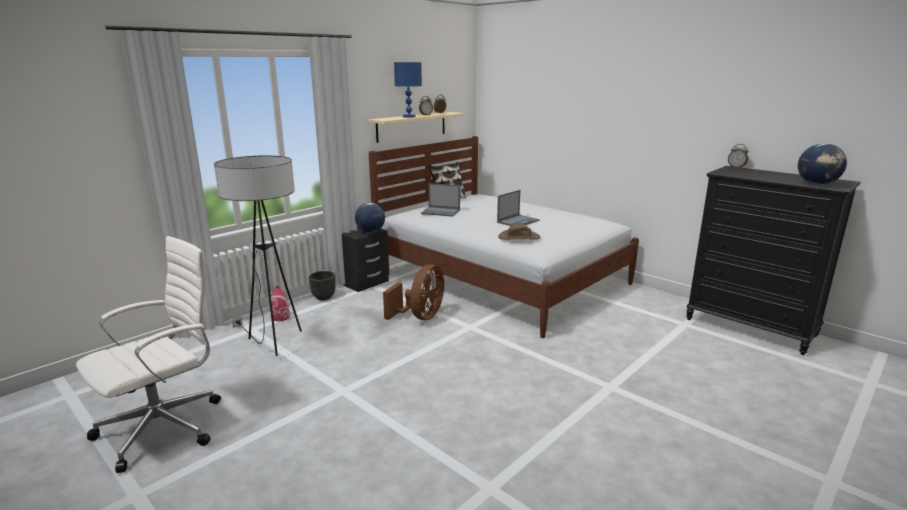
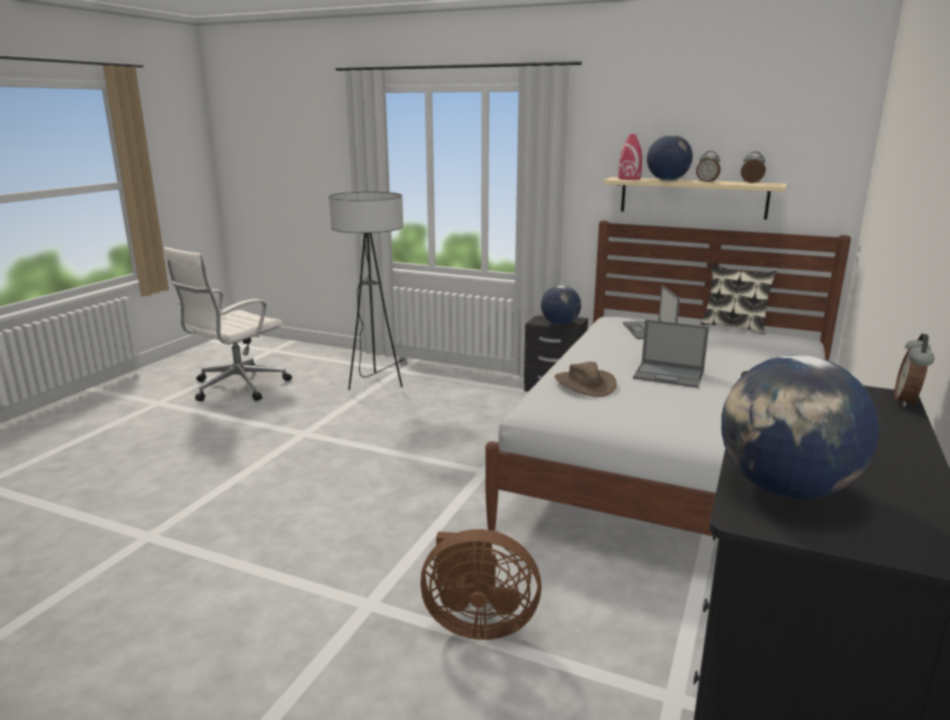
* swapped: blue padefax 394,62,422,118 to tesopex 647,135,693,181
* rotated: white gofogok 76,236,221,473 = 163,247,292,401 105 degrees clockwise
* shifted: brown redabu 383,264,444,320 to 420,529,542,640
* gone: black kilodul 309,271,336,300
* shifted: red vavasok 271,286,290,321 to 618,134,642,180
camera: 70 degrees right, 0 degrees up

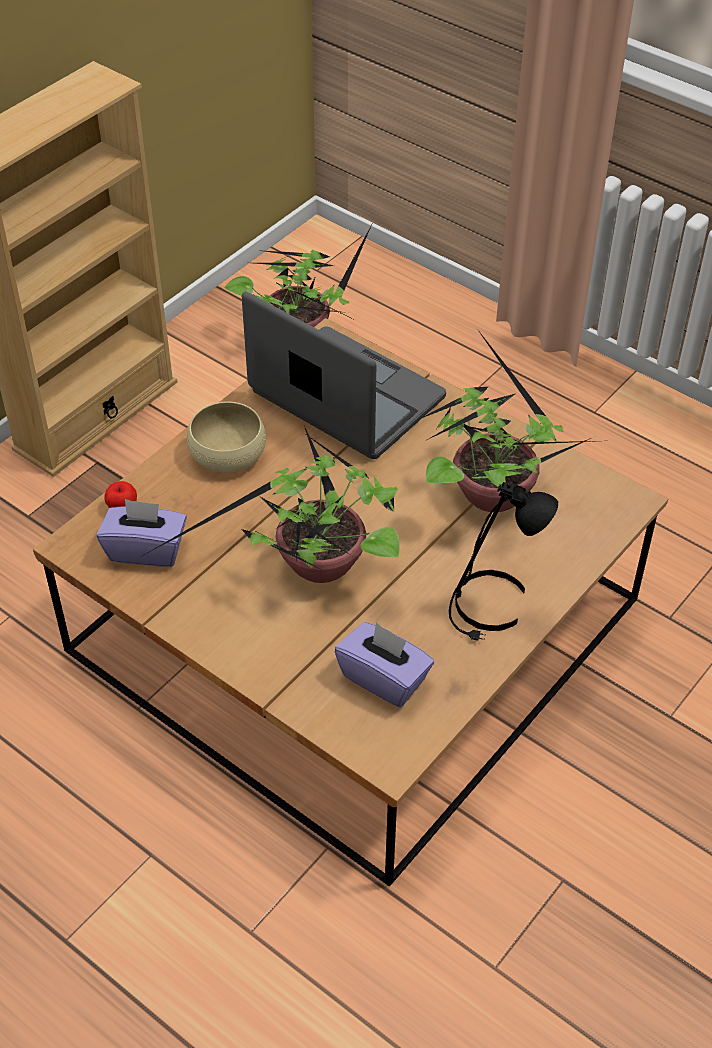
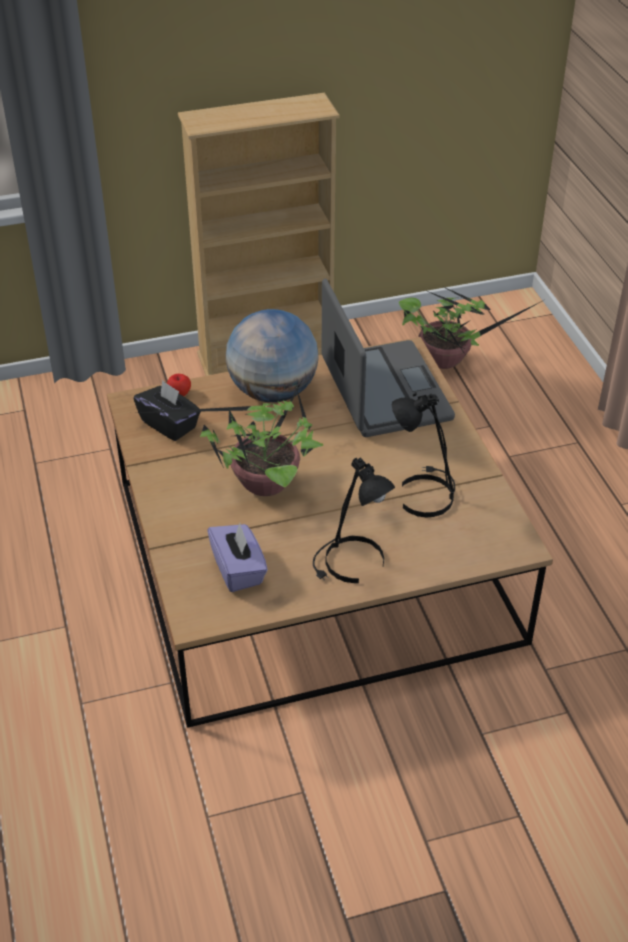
* swapped: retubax 418,329,593,512 to black padefax 392,392,455,518
* swapped: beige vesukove 187,402,266,473 to tesopex 226,309,319,402
* repainted: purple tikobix 97,499,187,567 to black tikobix 134,380,201,441
camera: 35 degrees right, 5 degrees down

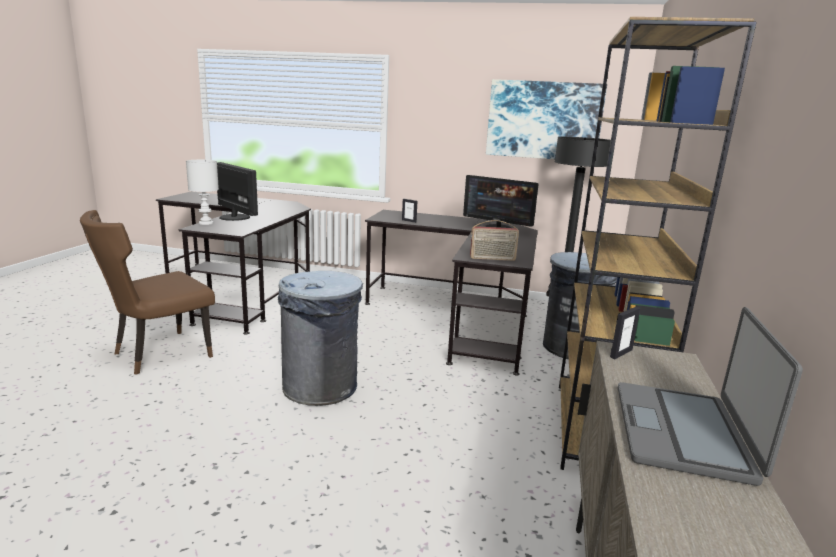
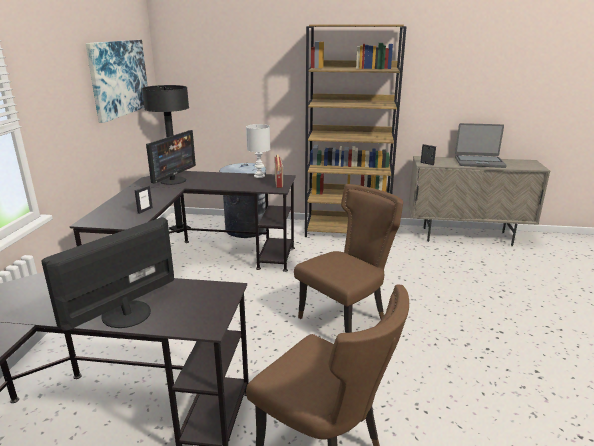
* shifted: white padefax 186,160,219,225 to 246,124,270,178
* swapped: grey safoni 278,271,363,406 to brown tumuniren 294,184,403,333
camera: 95 degrees left, 5 degrees up

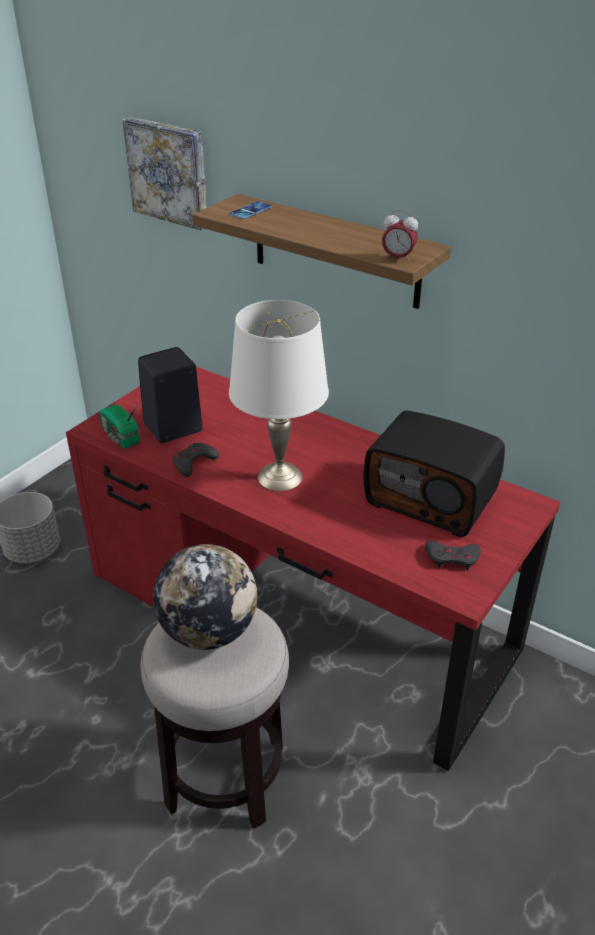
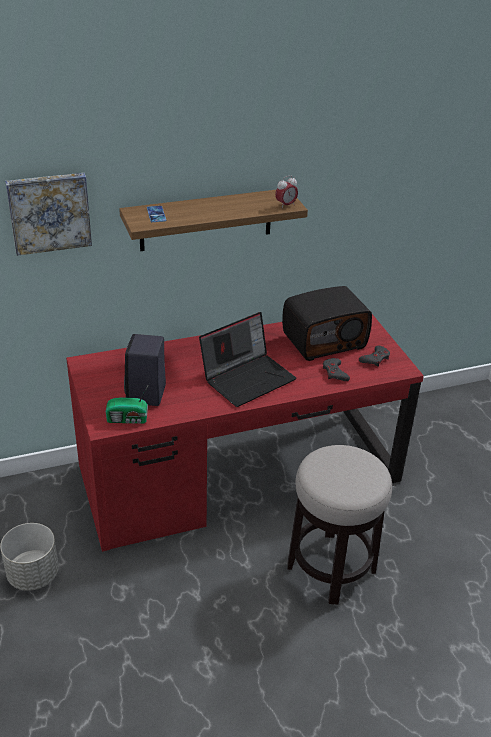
* swapped: white padefax 229,300,329,491 to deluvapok 199,312,296,407
* shifted: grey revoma 172,443,219,477 to 323,358,350,381
* gone: tesopex 153,544,257,650
camera: 55 degrees left, 0 degrees up

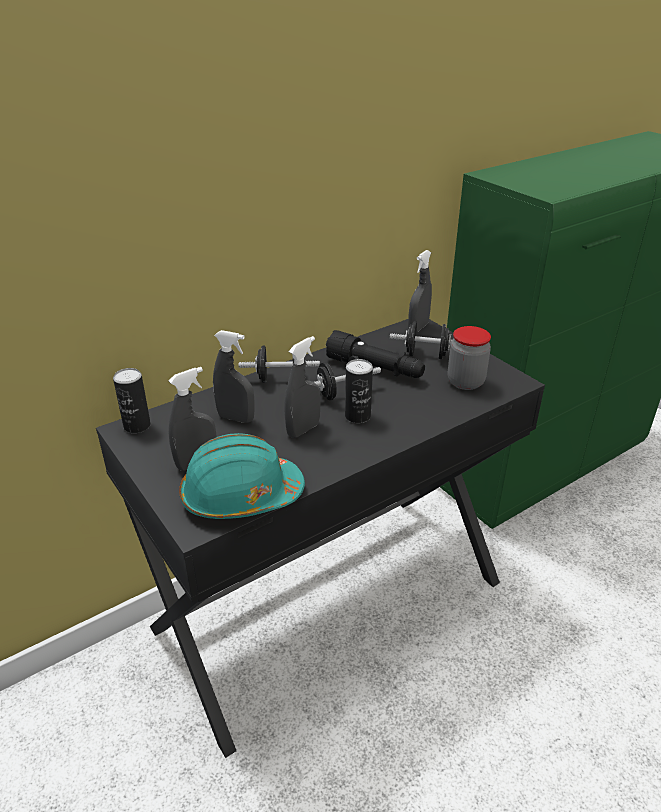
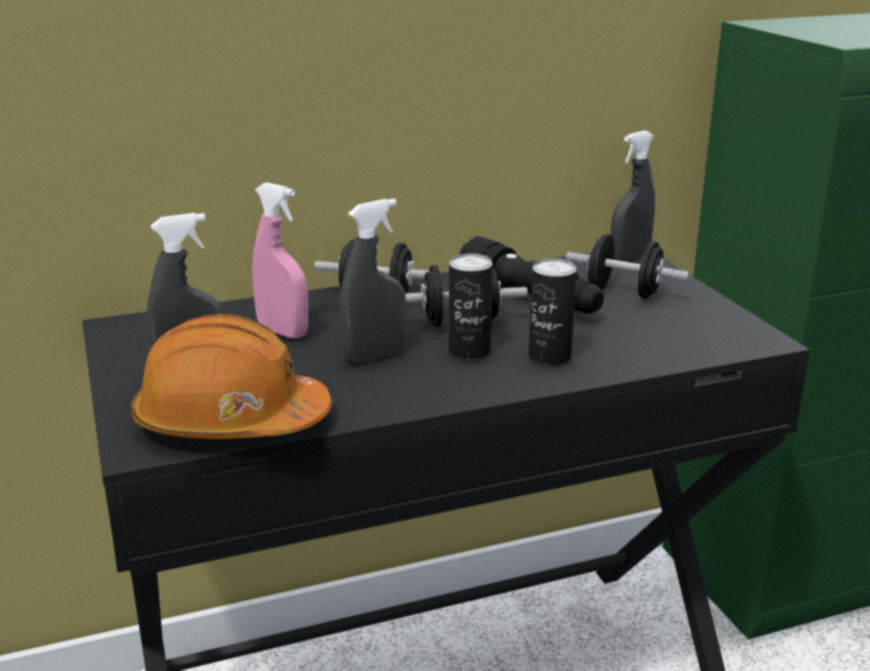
* gone: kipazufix 448,326,491,390
* repainted: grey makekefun 213,330,254,423 to pink makekefun 252,182,308,338
* shifted: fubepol 113,368,151,433 to 529,258,577,366
* repainted: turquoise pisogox 179,433,305,519 to orange pisogox 131,314,332,439
camera: 15 degrees right, 10 degrees down

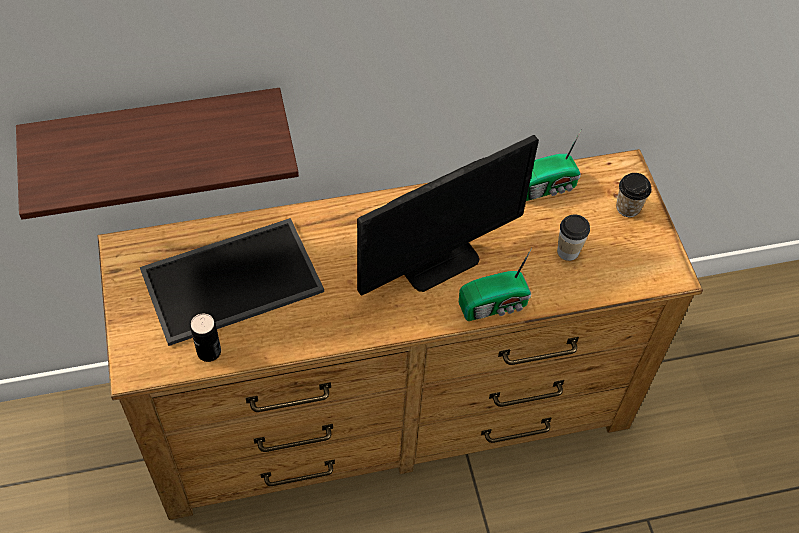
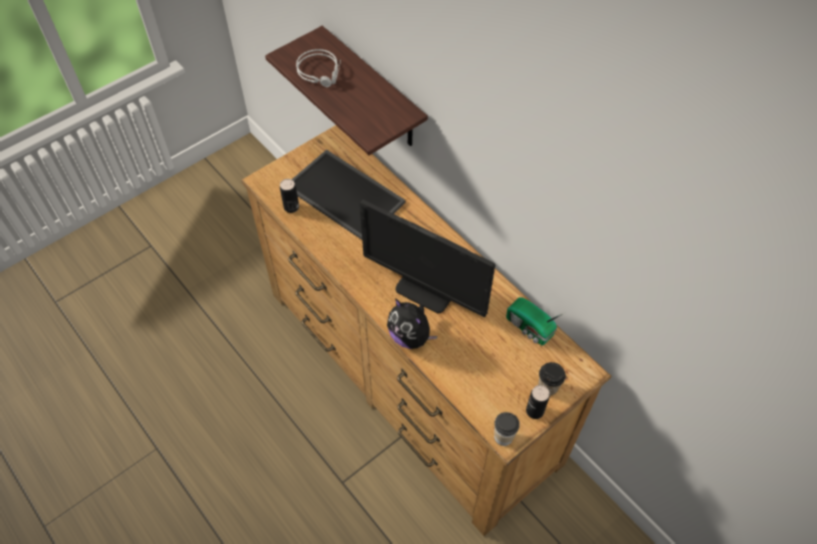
* shifted: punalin 557,215,590,261 to 494,412,520,446
* swapped: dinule 459,248,532,321 to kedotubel 387,299,438,349
* new: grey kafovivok 296,49,341,87
* new: fubepol 526,385,550,419
camera: 65 degrees right, 0 degrees up

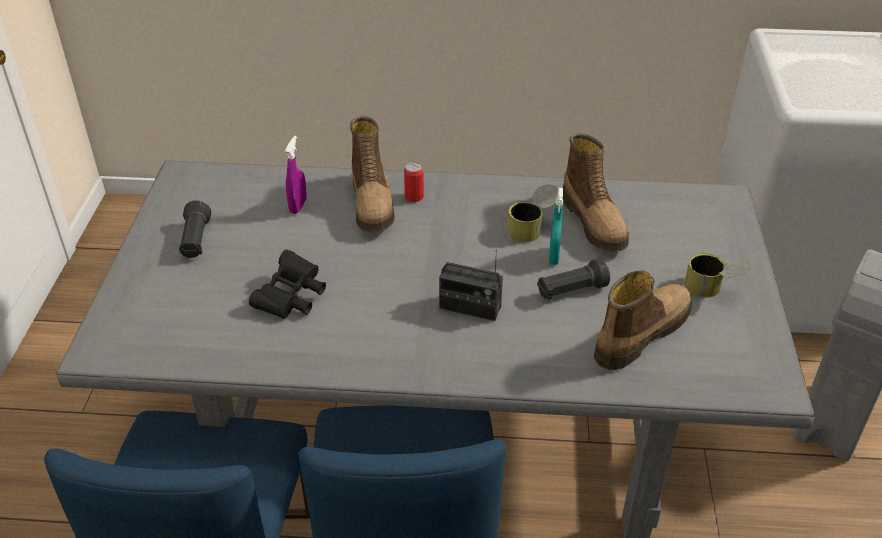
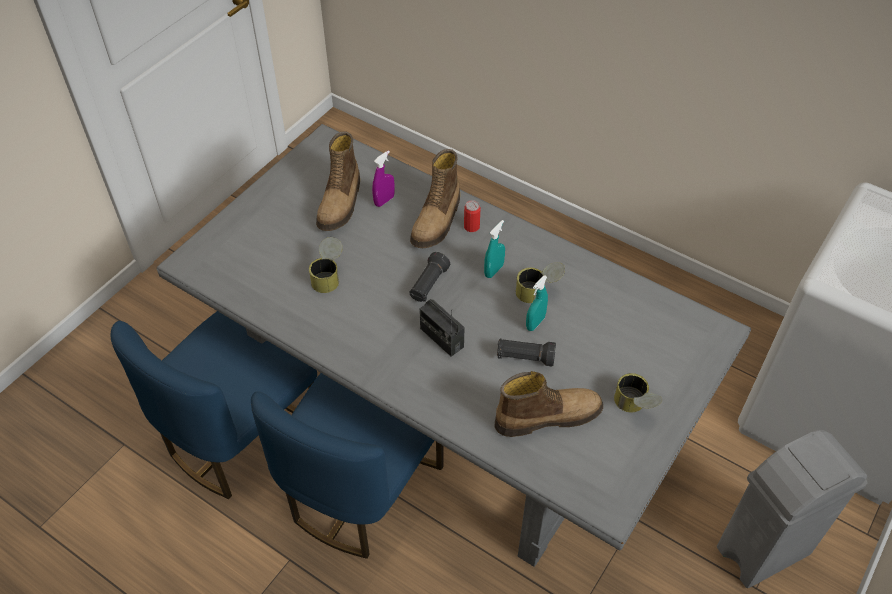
* shifted: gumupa 563,133,629,252 to 316,131,360,231
* shifted: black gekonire 179,200,211,258 to 409,252,450,302
* swapped: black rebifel 249,250,326,319 to fubepol 309,237,342,293
* new: turquoise makekefun 484,220,505,278
camera: 30 degrees right, 10 degrees up

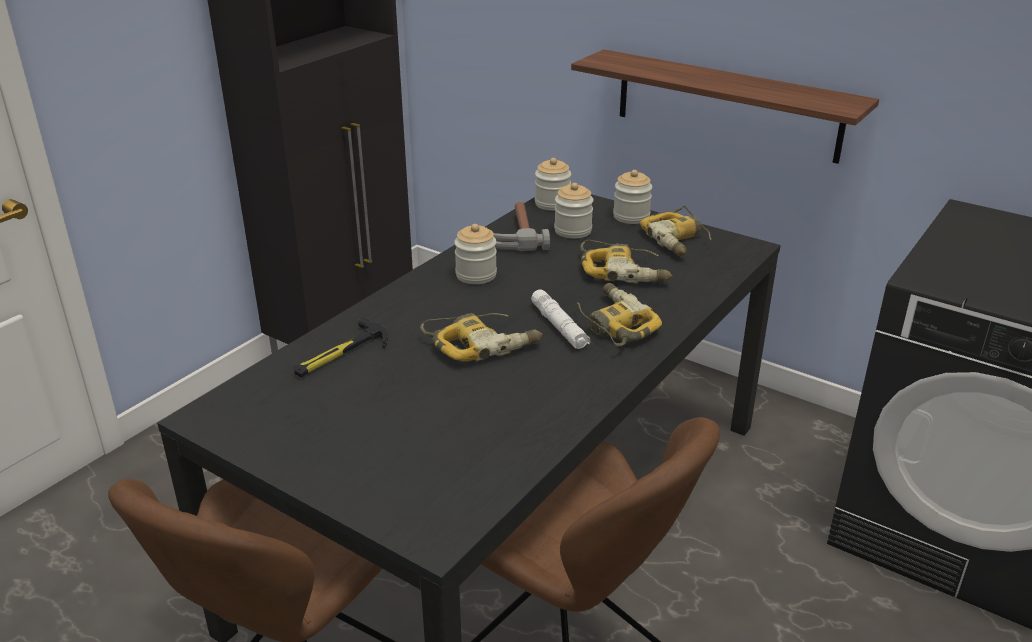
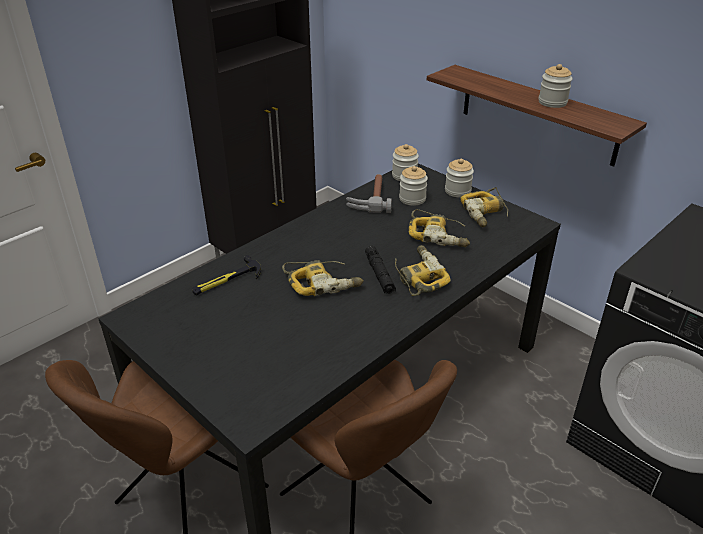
* shifted: kipazufix 454,224,497,284 to 539,64,573,108
* repainted: white gekonire 531,289,591,349 to black gekonire 365,246,396,294
camera: 10 degrees right, 5 degrees up

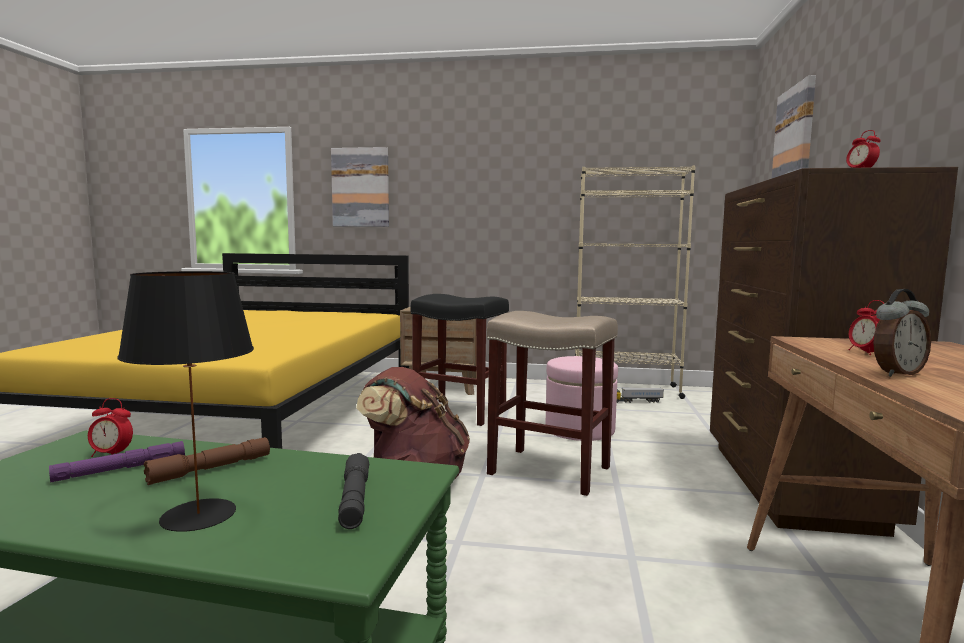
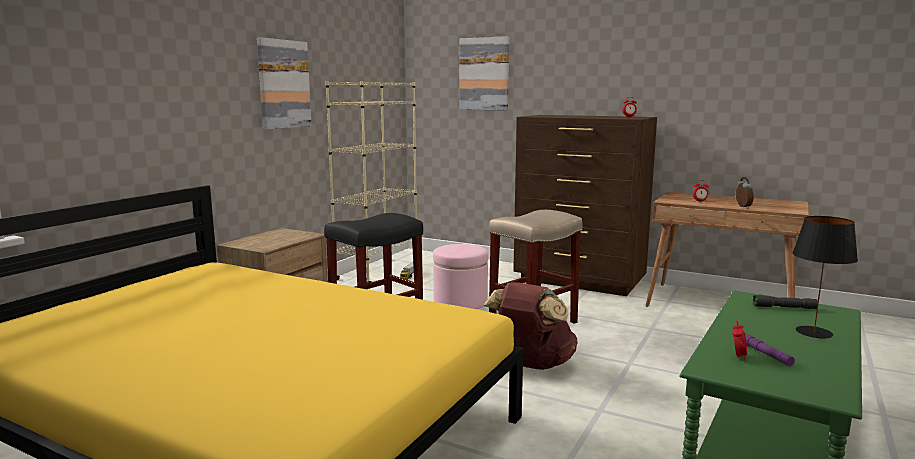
* shifted: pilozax 331,147,389,227 to 257,37,312,130
* gone: brown gekonire 144,437,270,485
camera: 70 degrees left, 5 degrees up

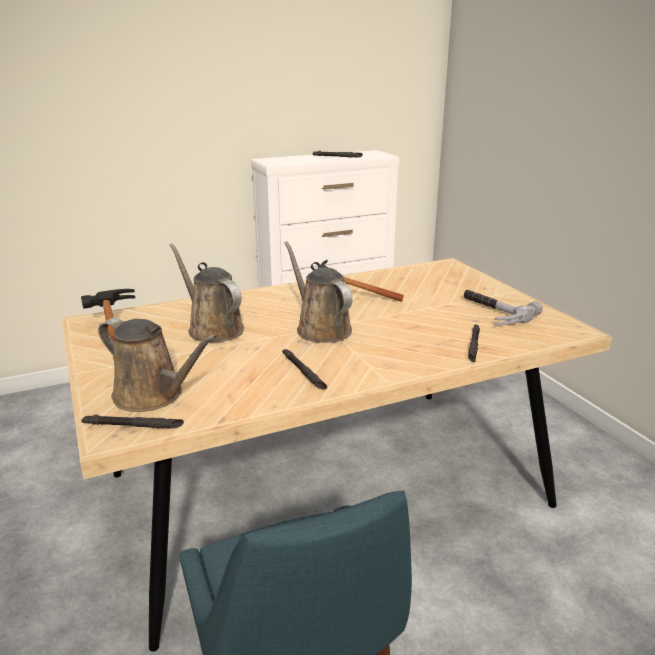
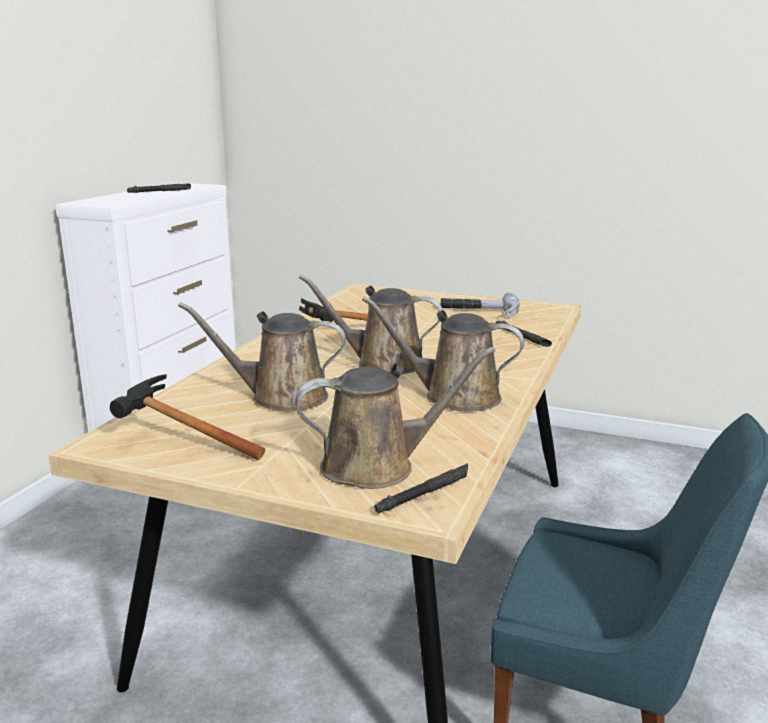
* swapped: black gekonire 282,349,327,390 to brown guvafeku 362,297,524,411
camera: 45 degrees left, 5 degrees down

